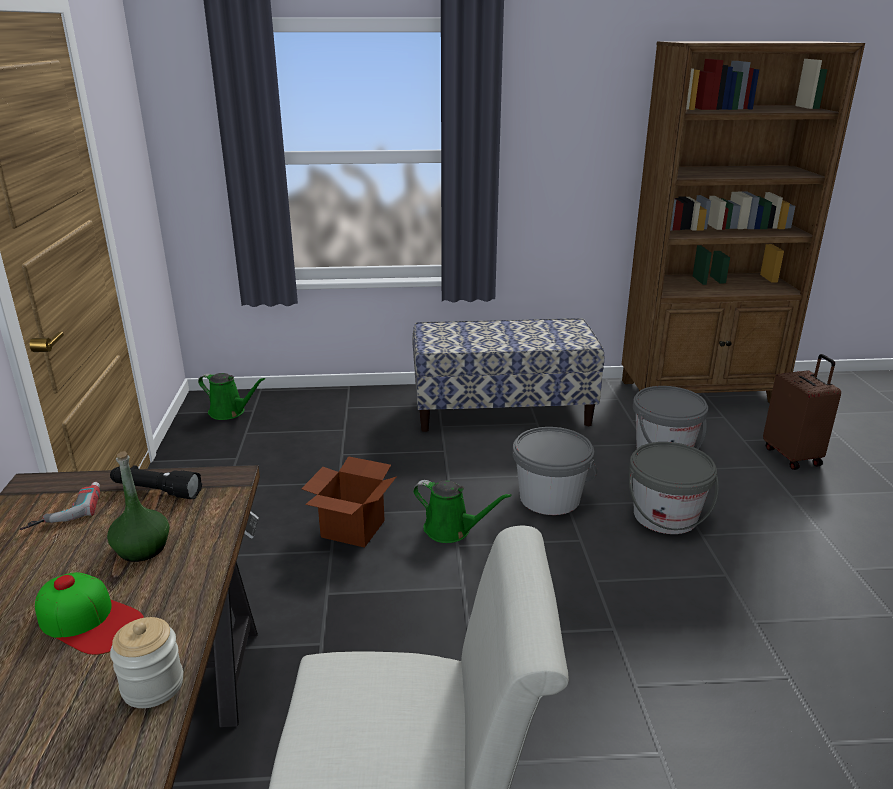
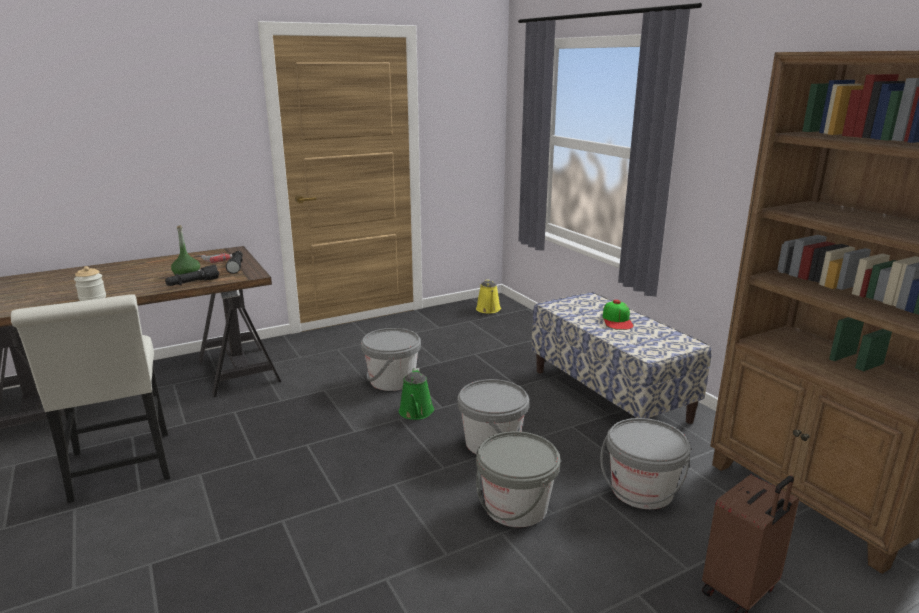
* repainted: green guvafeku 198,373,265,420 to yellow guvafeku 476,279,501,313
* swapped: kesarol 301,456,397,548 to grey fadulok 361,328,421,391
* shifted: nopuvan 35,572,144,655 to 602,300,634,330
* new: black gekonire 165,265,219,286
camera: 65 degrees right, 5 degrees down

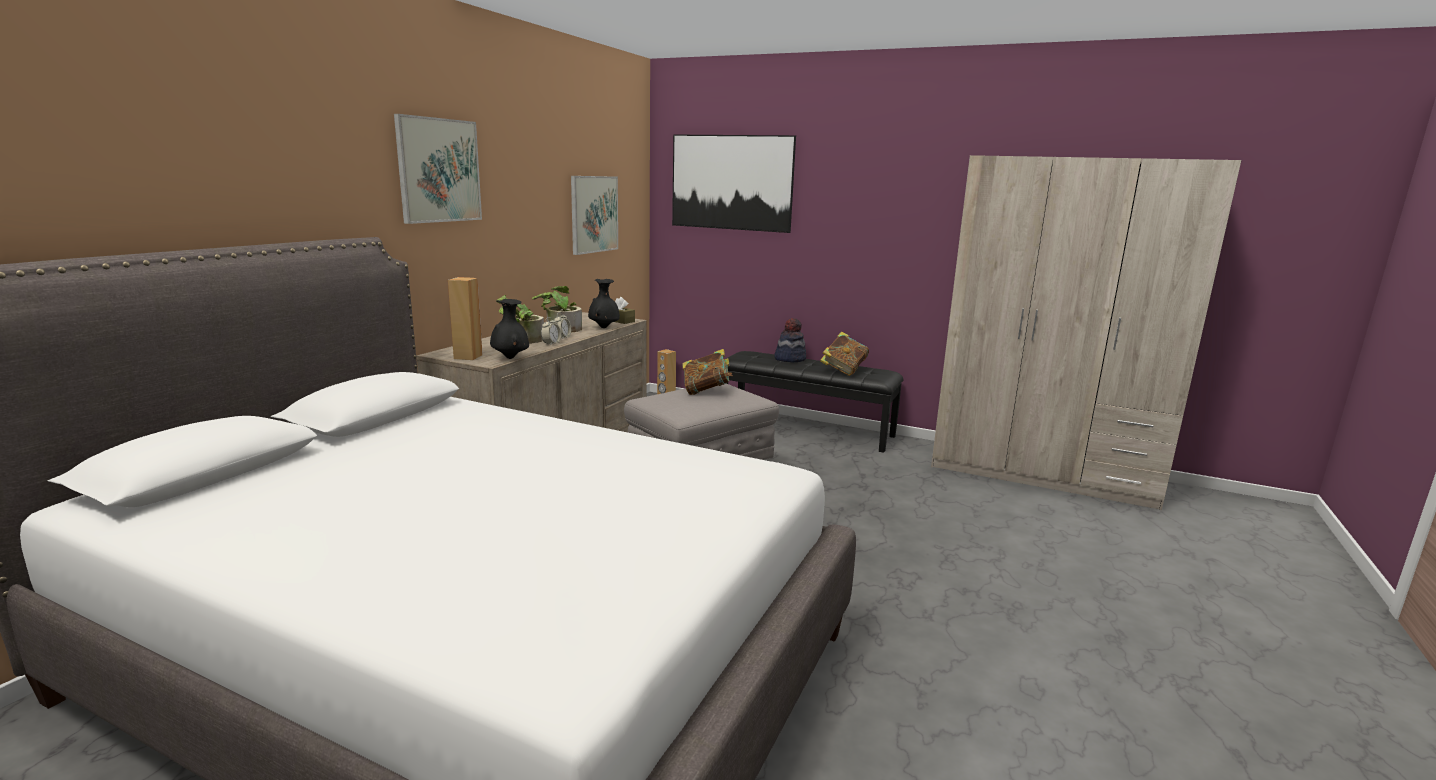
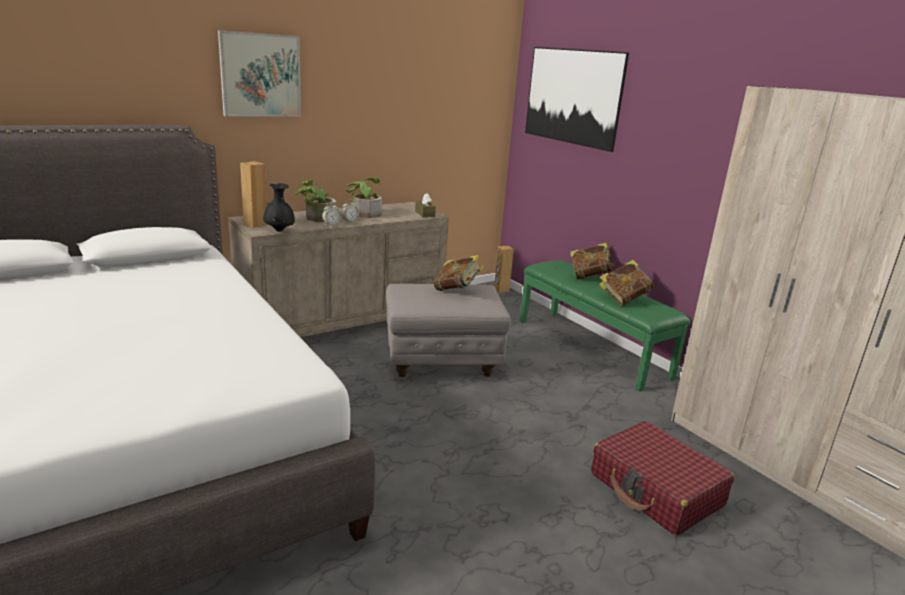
* gone: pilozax 571,176,618,255
* gone: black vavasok 588,279,620,328
* swapped: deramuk 774,318,806,362 to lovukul 570,243,615,279
* repainted: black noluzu 726,351,903,453 to green noluzu 520,260,691,392
* new: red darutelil 591,421,734,536
camera: 30 degrees right, 5 degrees up

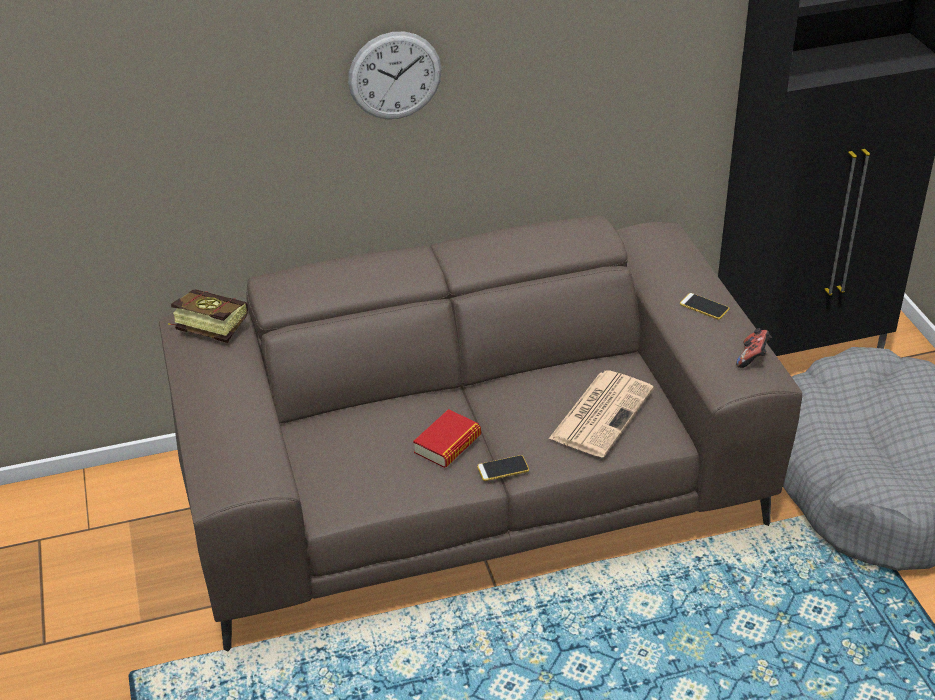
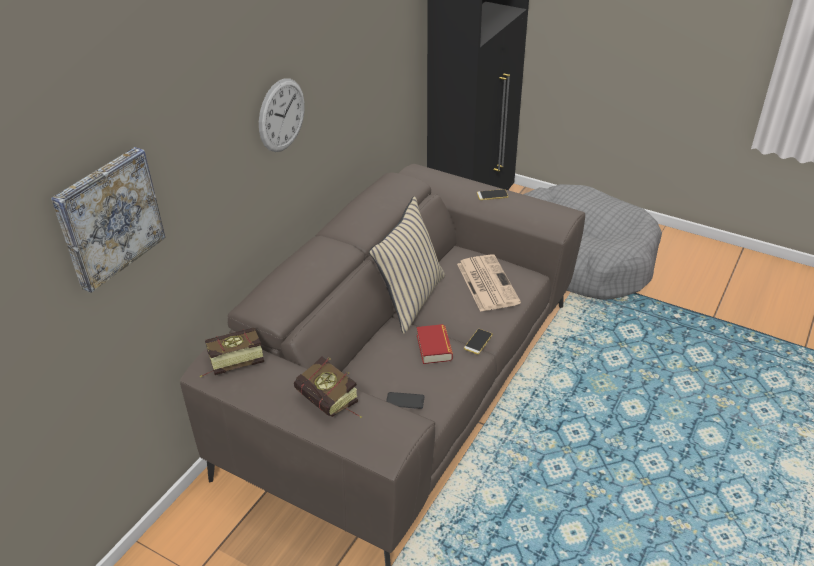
* gone: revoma 736,328,772,368
* new: pilozax 51,147,166,293
* new: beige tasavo 369,196,445,334
* new: lovukul 294,356,362,418
* new: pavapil 386,392,424,409
camera: 45 degrees left, 0 degrees up

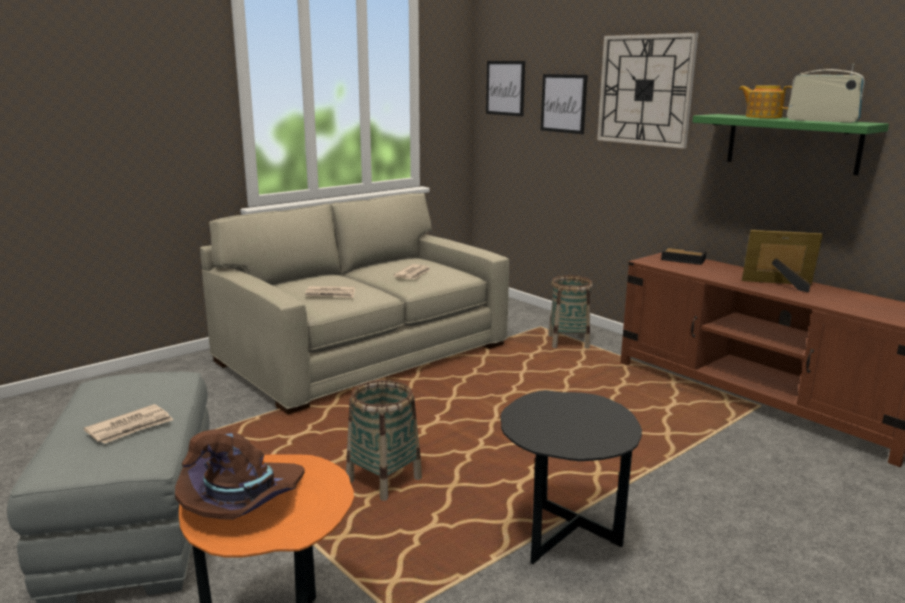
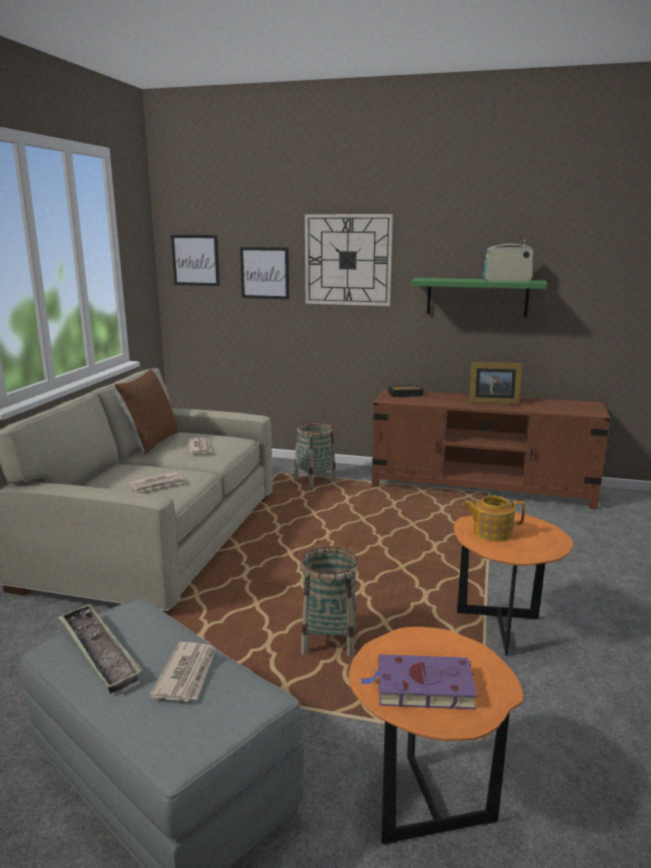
* shifted: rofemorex 739,85,792,119 to 463,496,525,541
* rotated: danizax 742,230,823,292 = 469,362,522,405 150 degrees counterclockwise
* repainted: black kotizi 500,390,642,564 to orange kotizi 454,512,573,656
* swapped: brown deramuk 175,429,305,520 to purple lovukul 360,654,477,709
* new: brown tasavo 114,369,178,455
* new: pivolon 58,604,143,694
camera: 35 degrees left, 0 degrees up

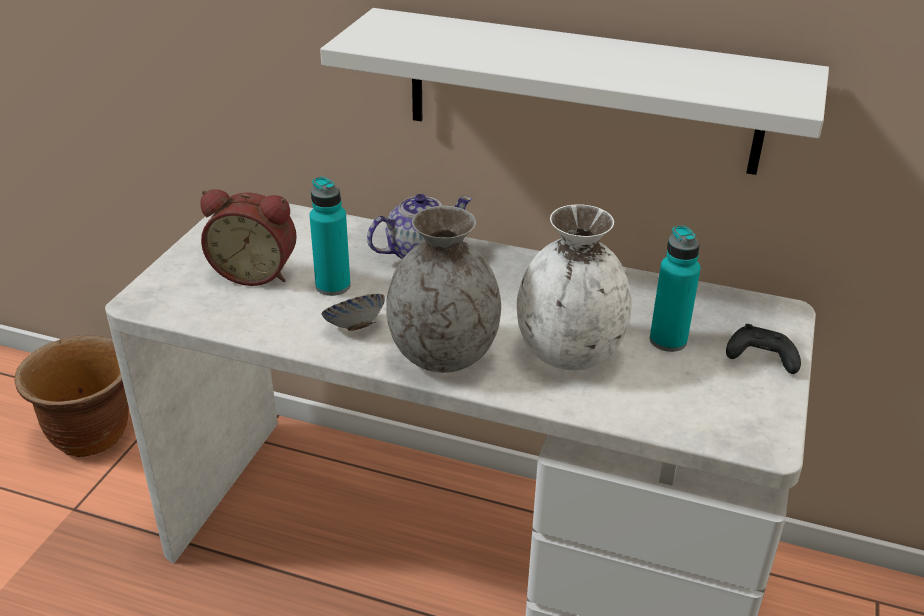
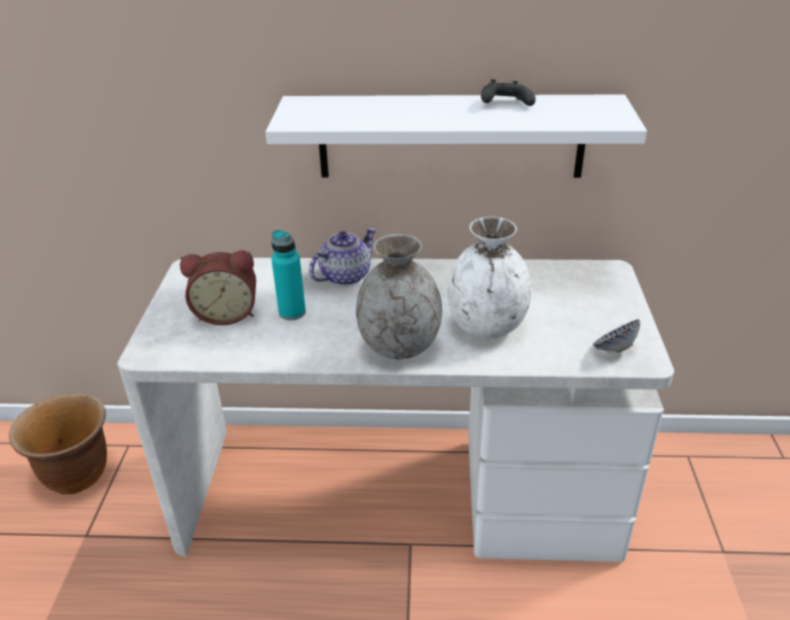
* gone: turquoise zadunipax 650,225,701,352
* shifted: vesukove 321,294,385,331 to 593,319,640,353
* shifted: black revoma 726,324,801,374 to 481,79,536,106
camera: 15 degrees left, 0 degrees up

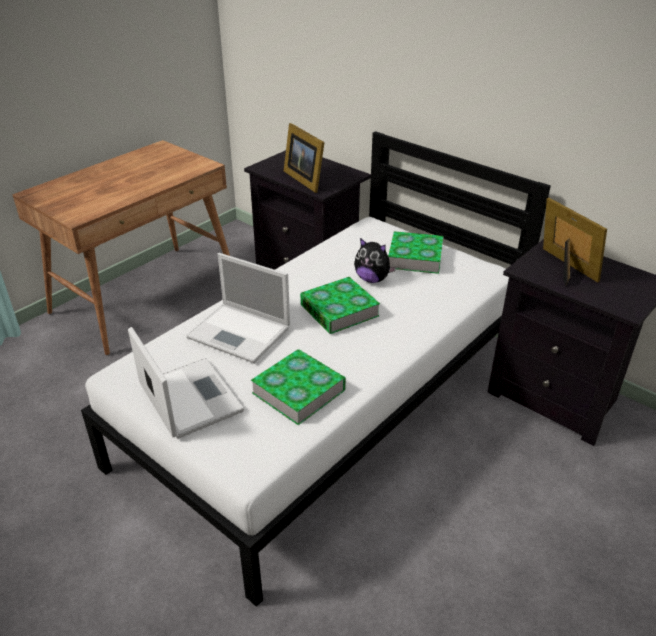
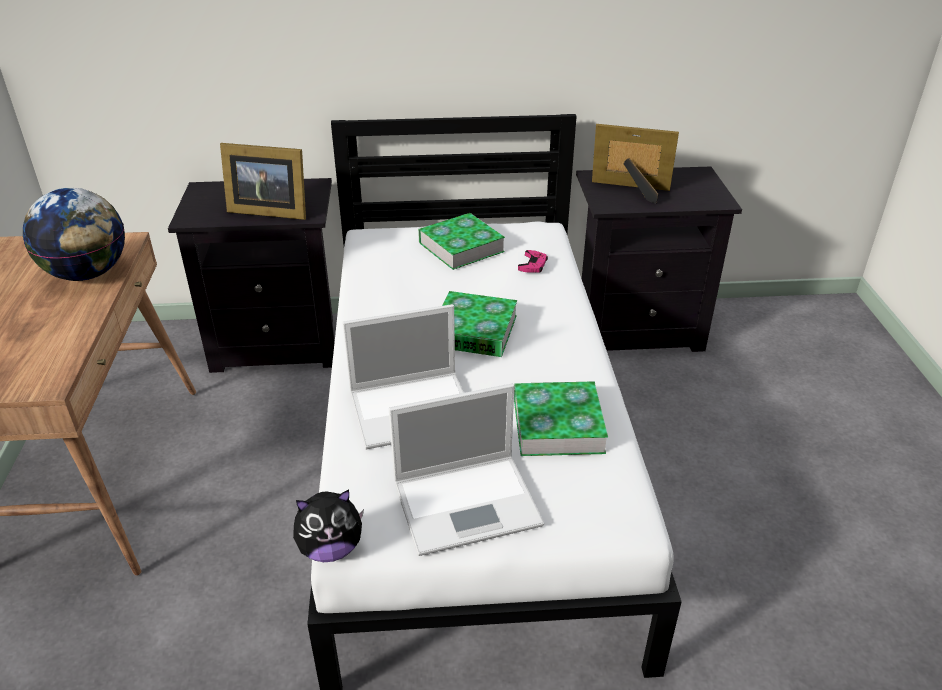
* shifted: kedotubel 354,238,396,283 to 293,490,364,562
* rotated: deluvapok 128,327,244,439 = 389,384,544,556 150 degrees clockwise
* new: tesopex 23,188,125,281
* new: pink revoma 518,250,548,273
camera: 45 degrees left, 0 degrees up

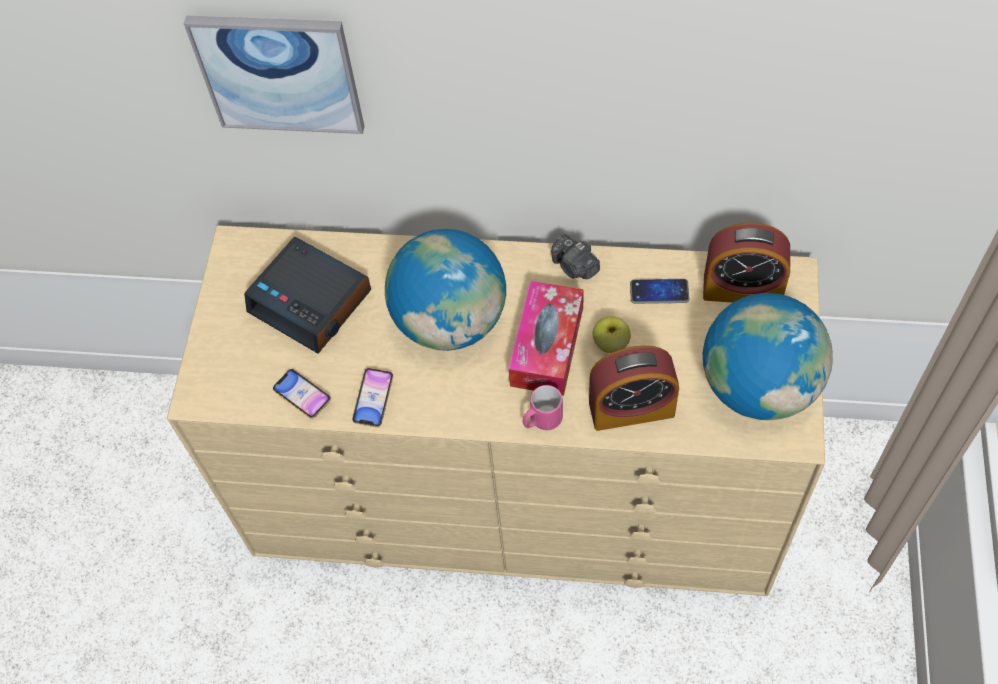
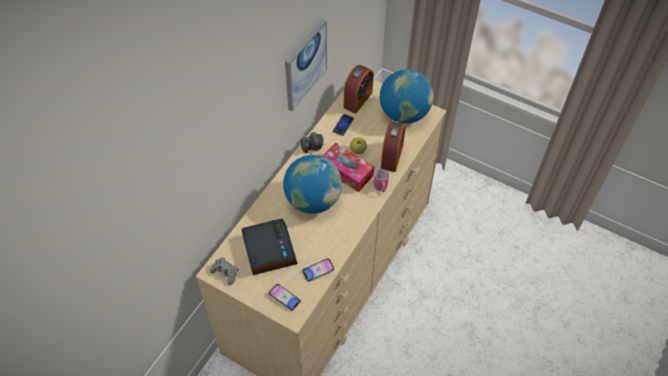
* shifted: pilozax 184,16,364,134 to 285,19,327,112
* rotated: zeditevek 244,237,371,354 = 241,218,298,275 75 degrees counterclockwise
* shifted: pavapil 352,368,393,427 to 269,284,301,311
* new: grey revoma 210,258,238,285
camera: 70 degrees left, 5 degrees down

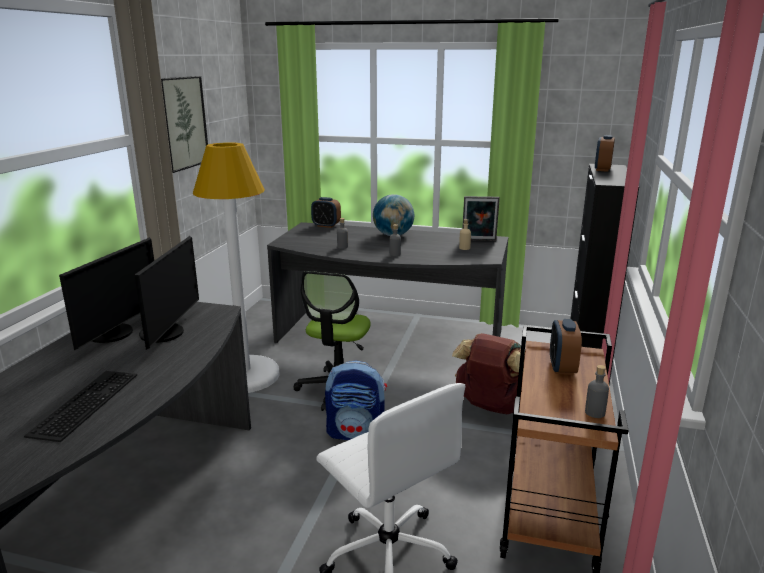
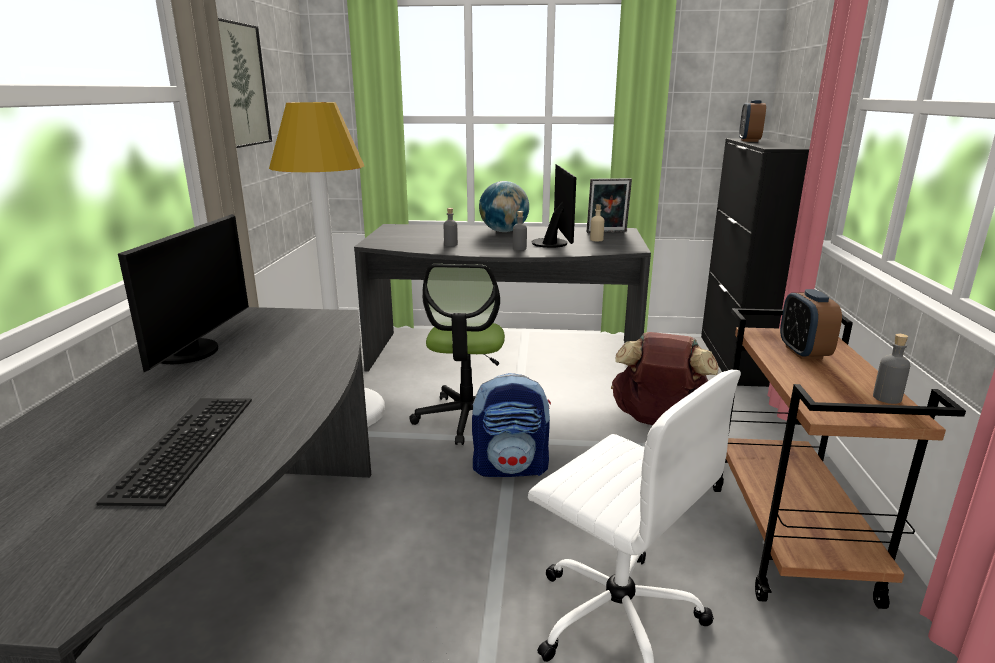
* gone: zeditevek 311,197,341,228
* shifted: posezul 135,236,199,350 to 531,164,576,248
camera: 10 degrees left, 0 degrees up

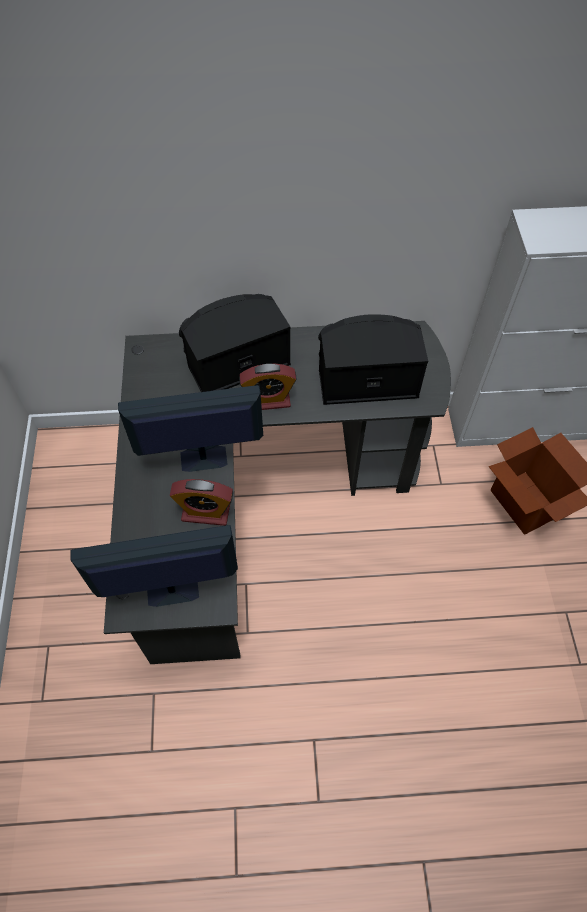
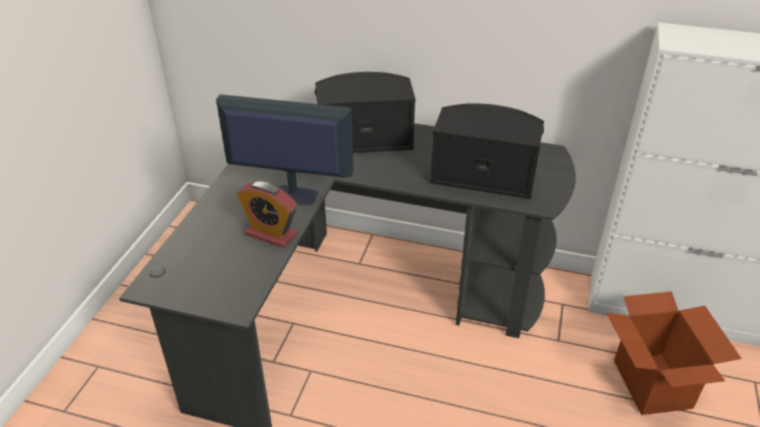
* gone: zeditevek 239,364,297,410
* gone: posezul 70,525,238,607
camera: 20 degrees right, 20 degrees down

